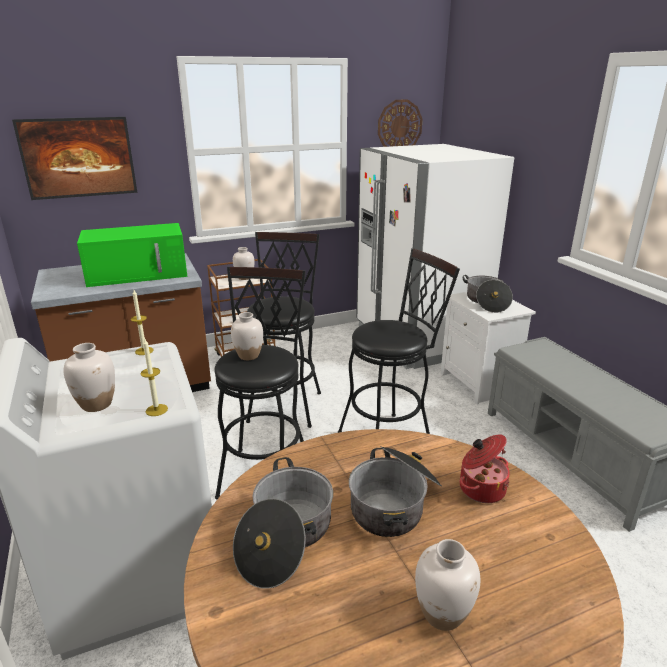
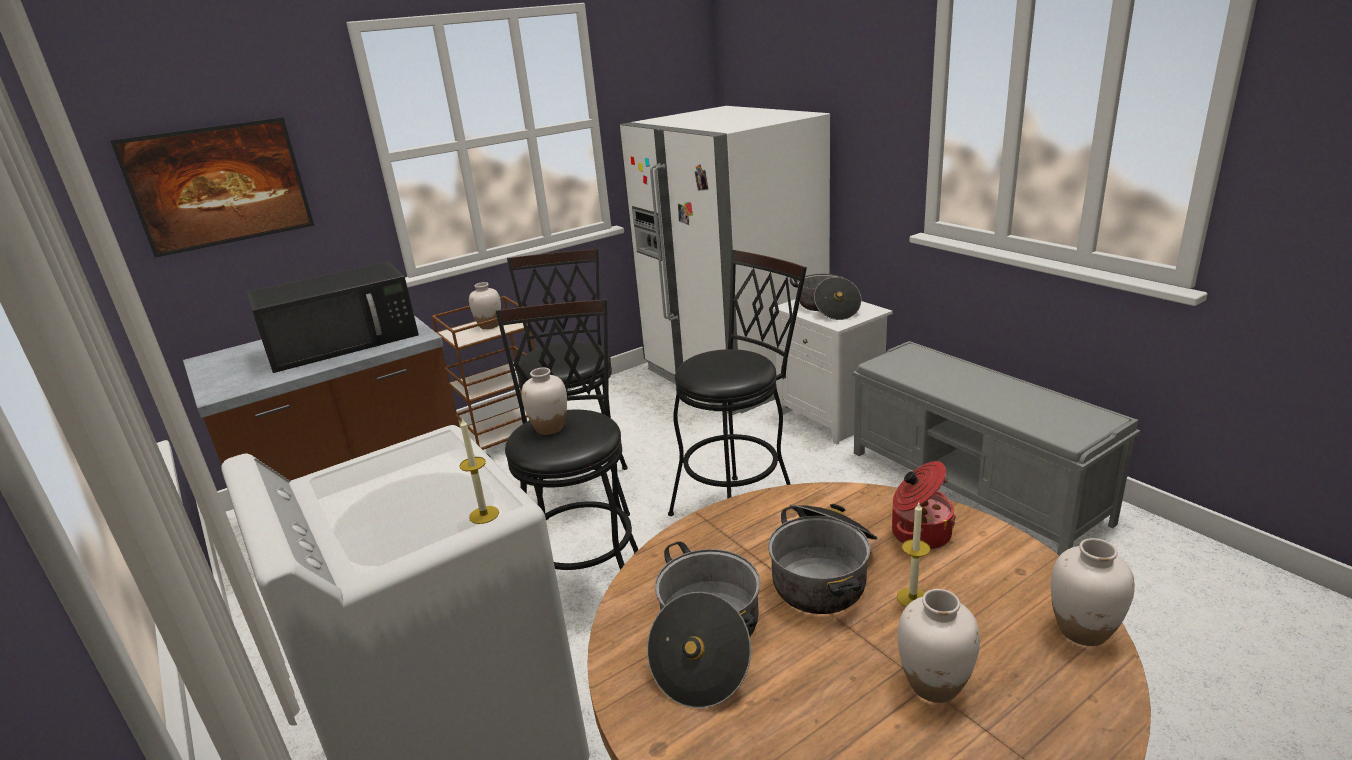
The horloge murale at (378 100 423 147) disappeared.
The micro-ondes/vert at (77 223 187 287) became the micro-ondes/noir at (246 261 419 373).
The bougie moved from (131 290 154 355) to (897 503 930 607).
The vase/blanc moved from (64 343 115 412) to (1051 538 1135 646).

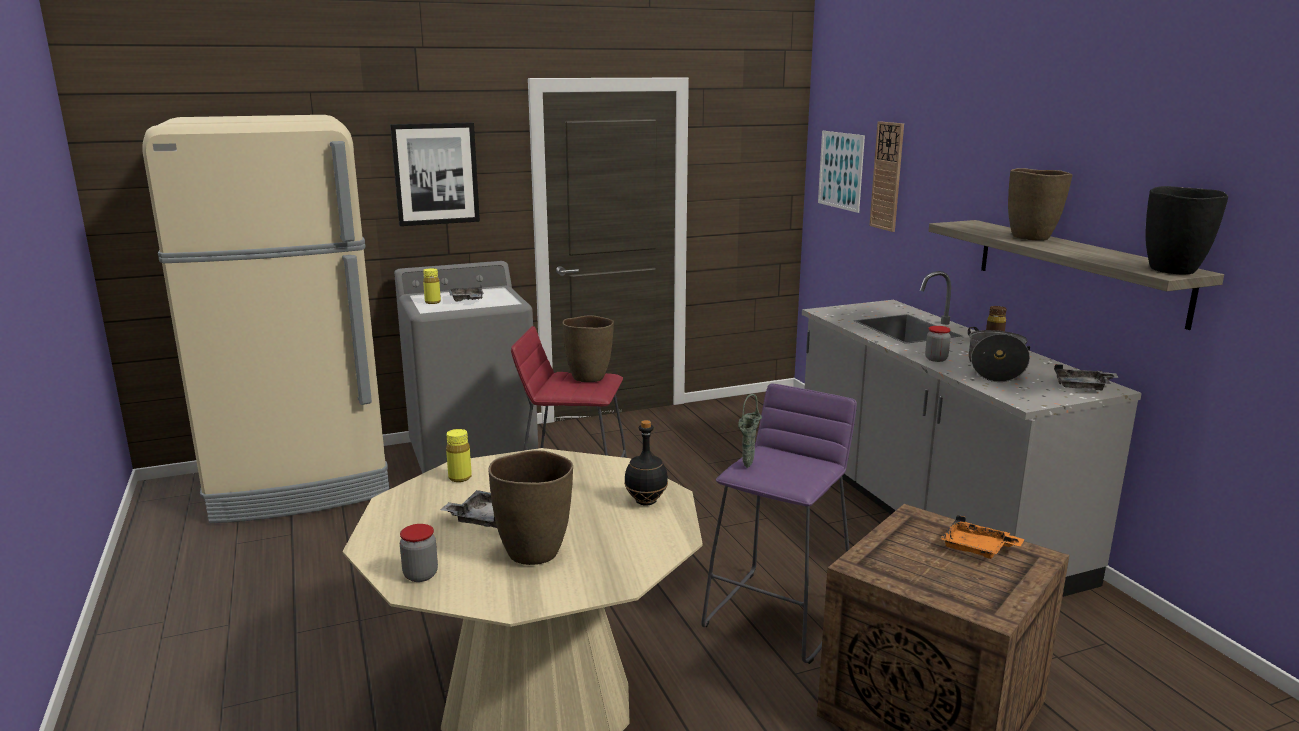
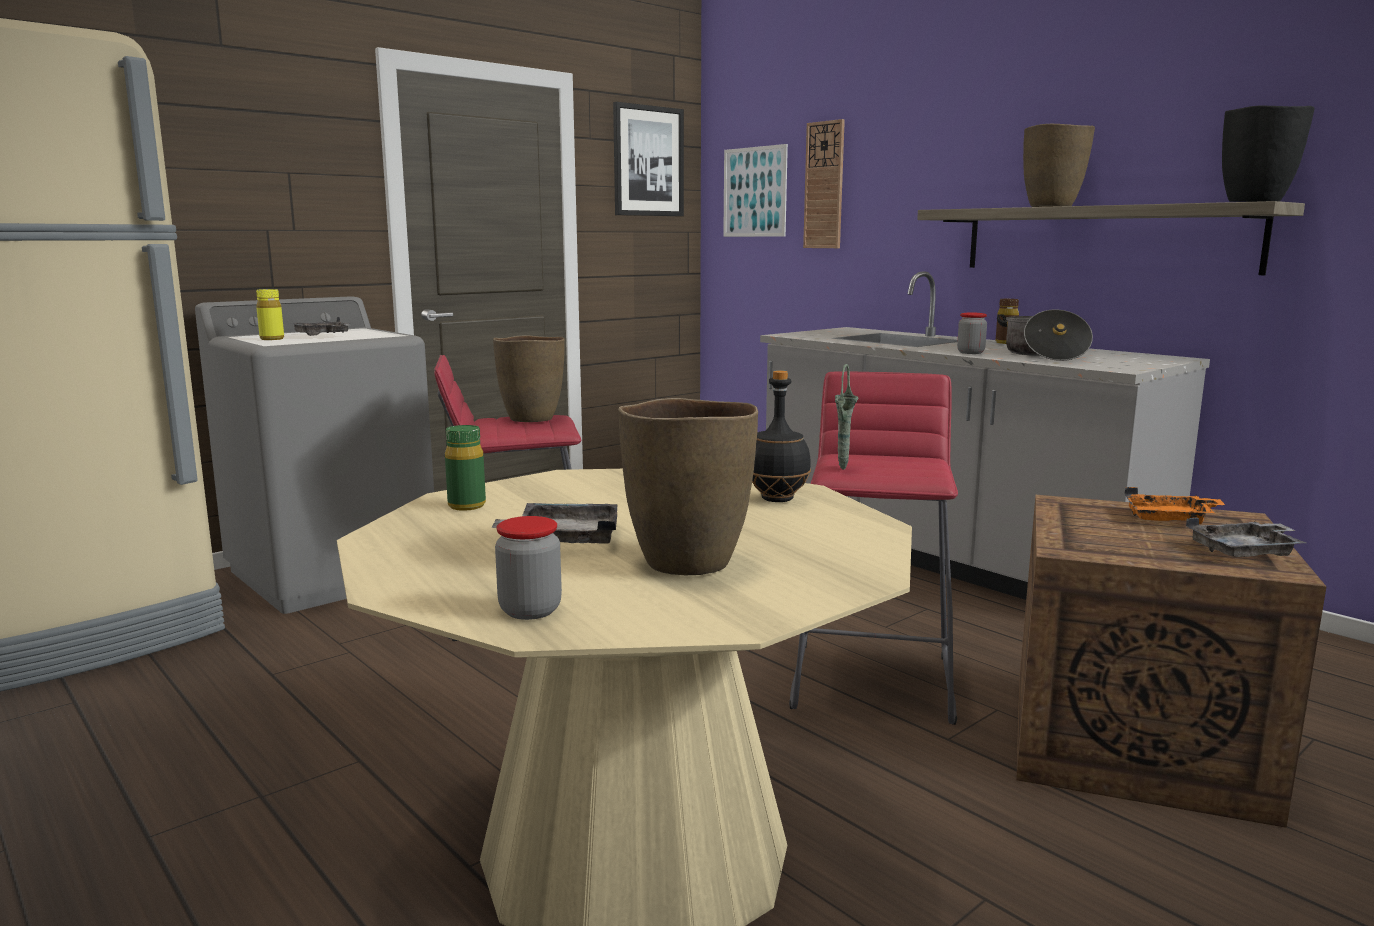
The tableau moved from (390 122 480 226) to (613 102 684 216).
The plateau/gris moved from (1054 364 1119 391) to (1186 518 1307 557).
The tabouret/violet at (701 384 857 664) became the tabouret/rouge at (789 371 958 725).
The bouteille/jaune at (446 429 472 482) became the bouteille/vert at (445 425 486 511).

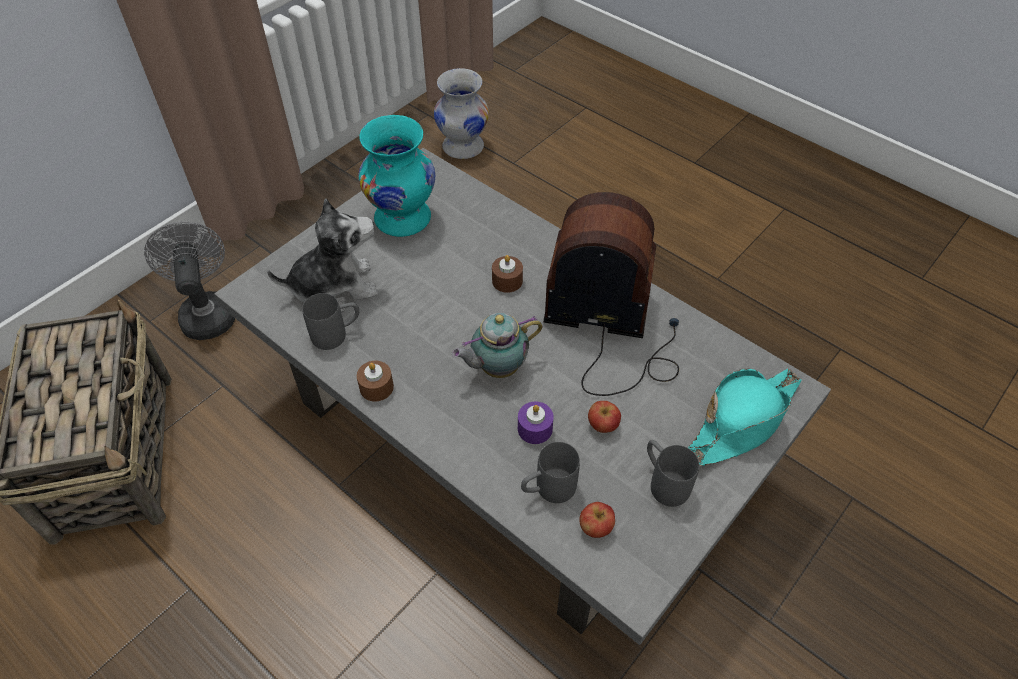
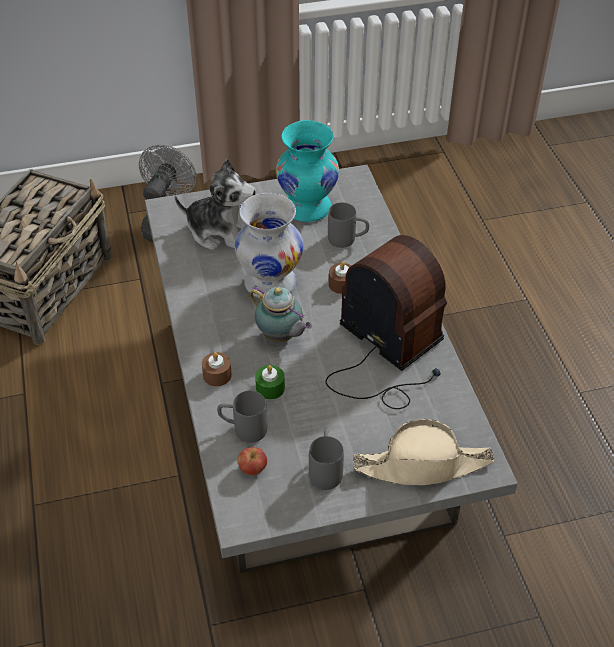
The vase/blanc moved from (434 68 489 159) to (235 193 303 298).
The mug/gris moved from (302 293 359 350) to (328 203 369 248).
The théière at (452 313 543 378) turned 150 degrees counterclockwise.
The bougie/marron moved from (357 361 394 401) to (202 352 232 386).
The chapeau/turquoise at (688 369 802 466) became the chapeau/beige at (353 419 495 485).
The bougie/violet at (518 401 554 444) became the bougie/vert at (255 365 285 400).
The pomme at (588 401 621 433) disappeared.

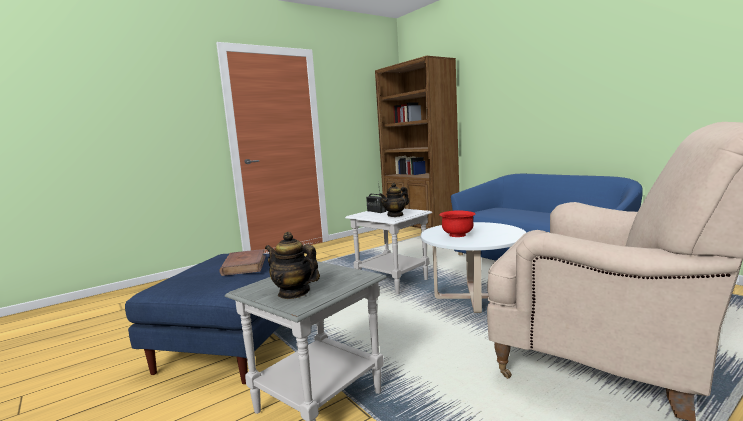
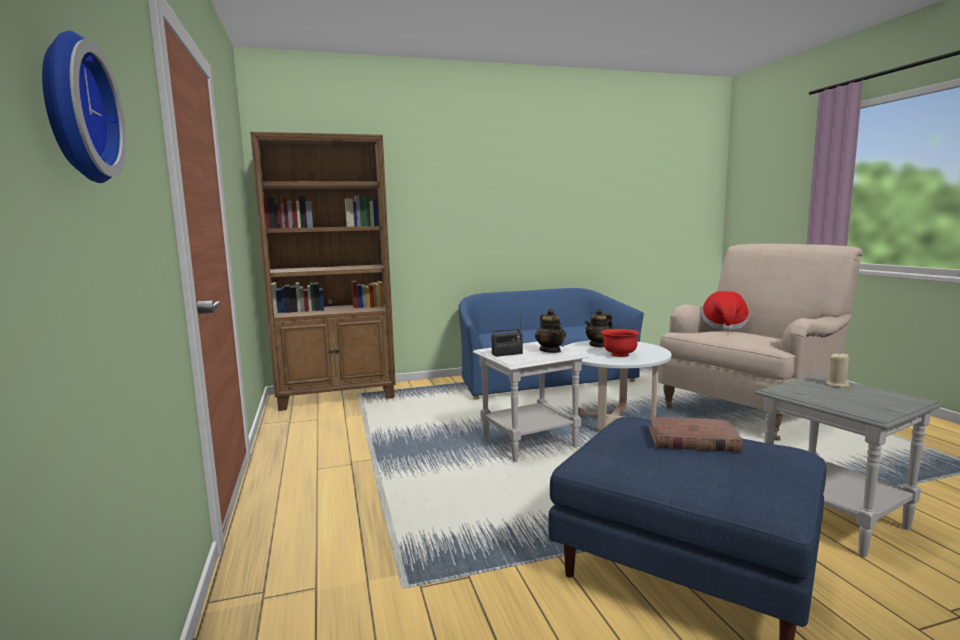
The théière moved from (265 232 320 299) to (585 309 612 347).
The horloge murale at (42 31 126 183) appeared.
The chapeau at (701 291 749 331) appeared.
The bougie/beige at (826 352 849 387) appeared.

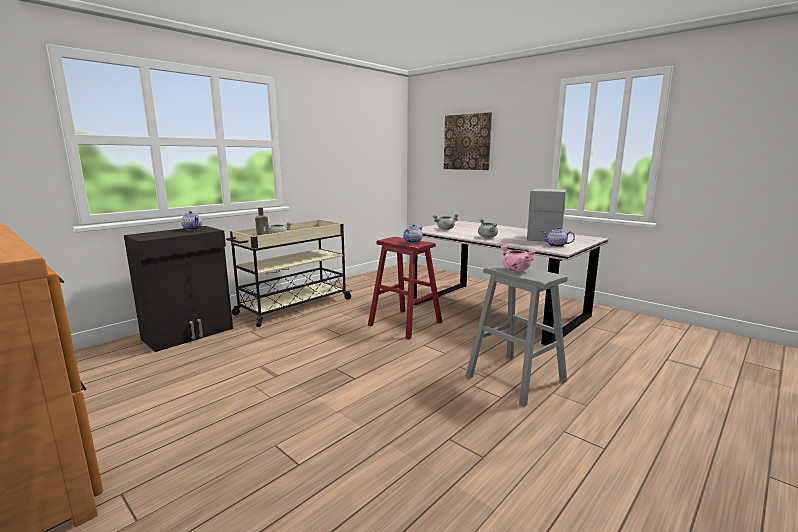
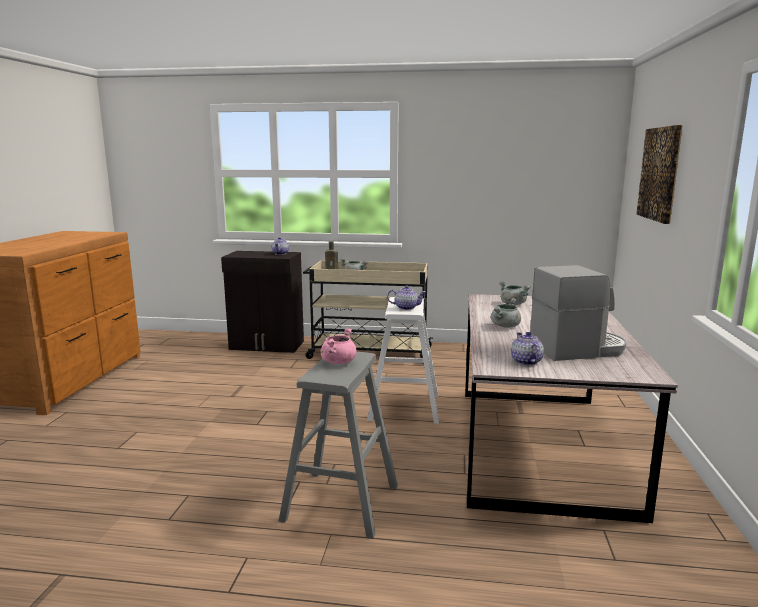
The tabouret/rouge at (368 237 442 340) became the tabouret/blanc at (367 297 439 424).

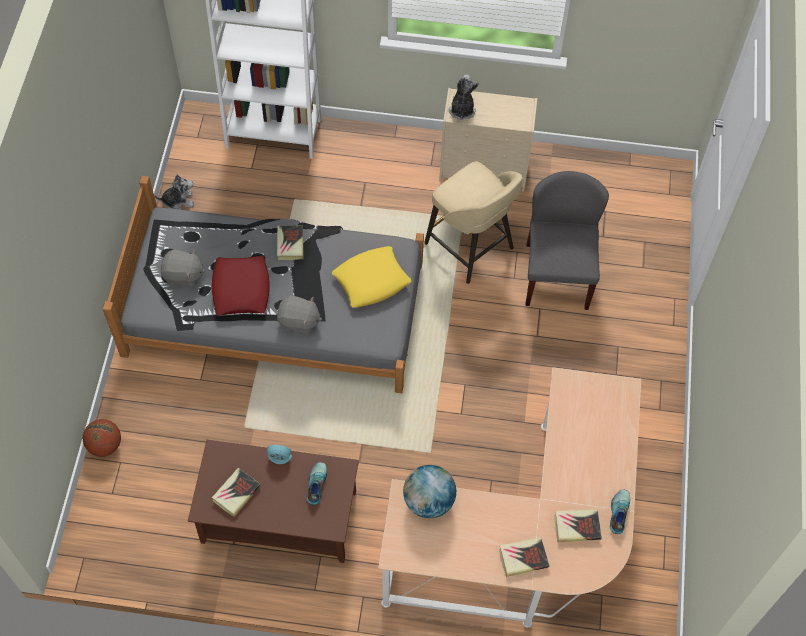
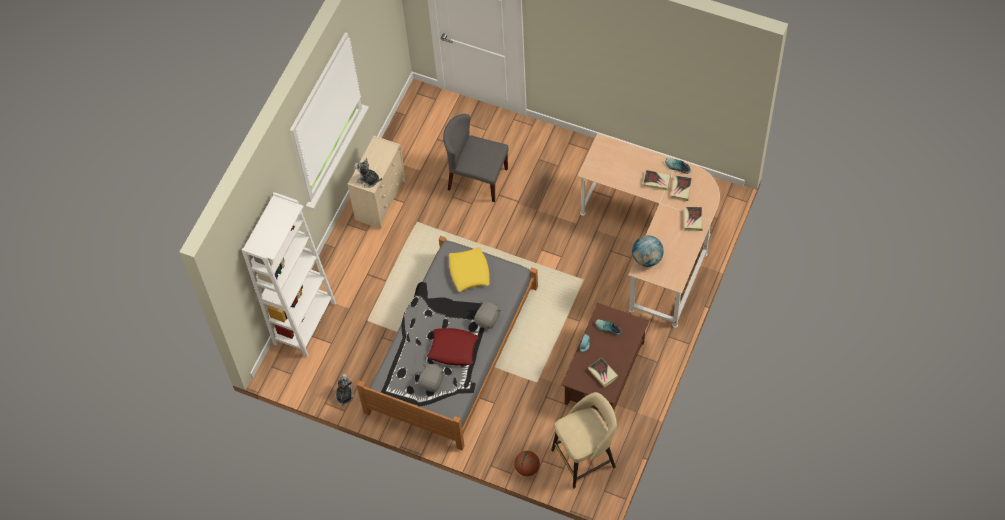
The tabouret/beige moved from (424 162 523 284) to (551 392 617 489).
The livre moved from (277 225 304 260) to (643 170 671 191).

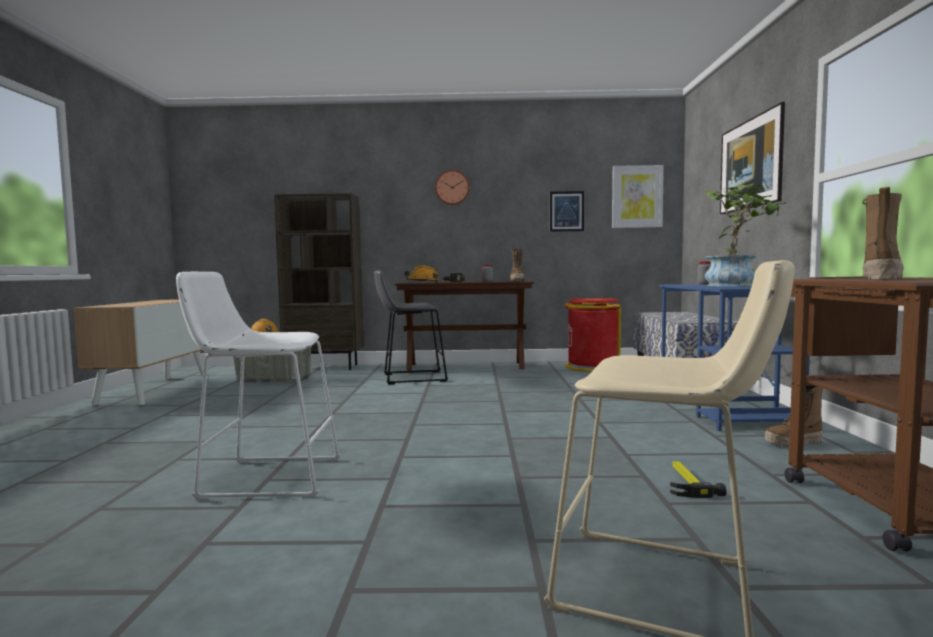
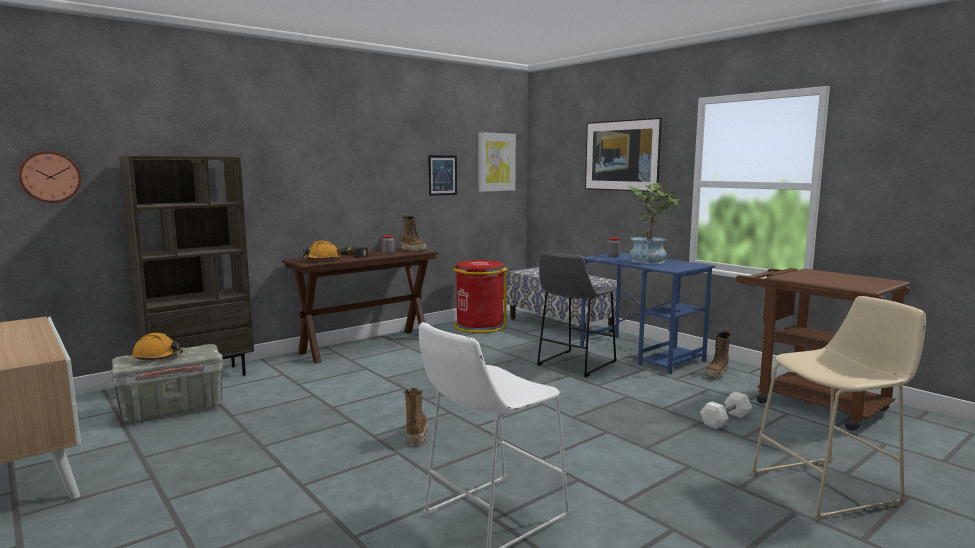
The horloge murale moved from (435 170 469 205) to (18 151 81 203).
The botte moved from (862 187 904 280) to (403 388 428 447).
The tabouret/gris moved from (374 270 448 385) to (537 252 617 377).
The marteau at (670 461 726 498) was replaced by the haltère/blanc at (700 391 752 429).

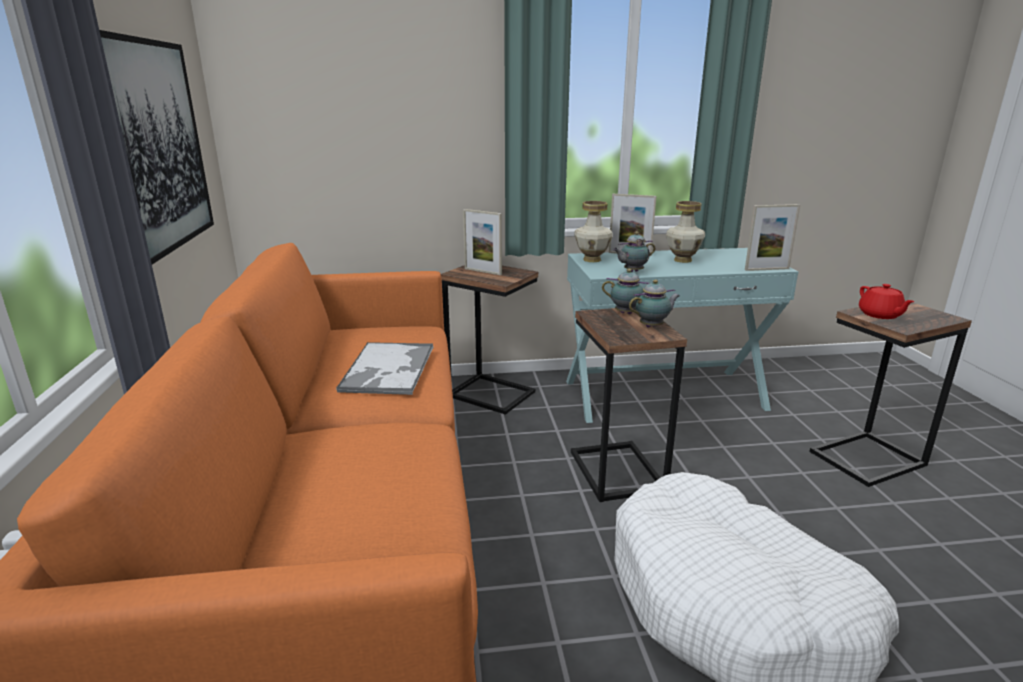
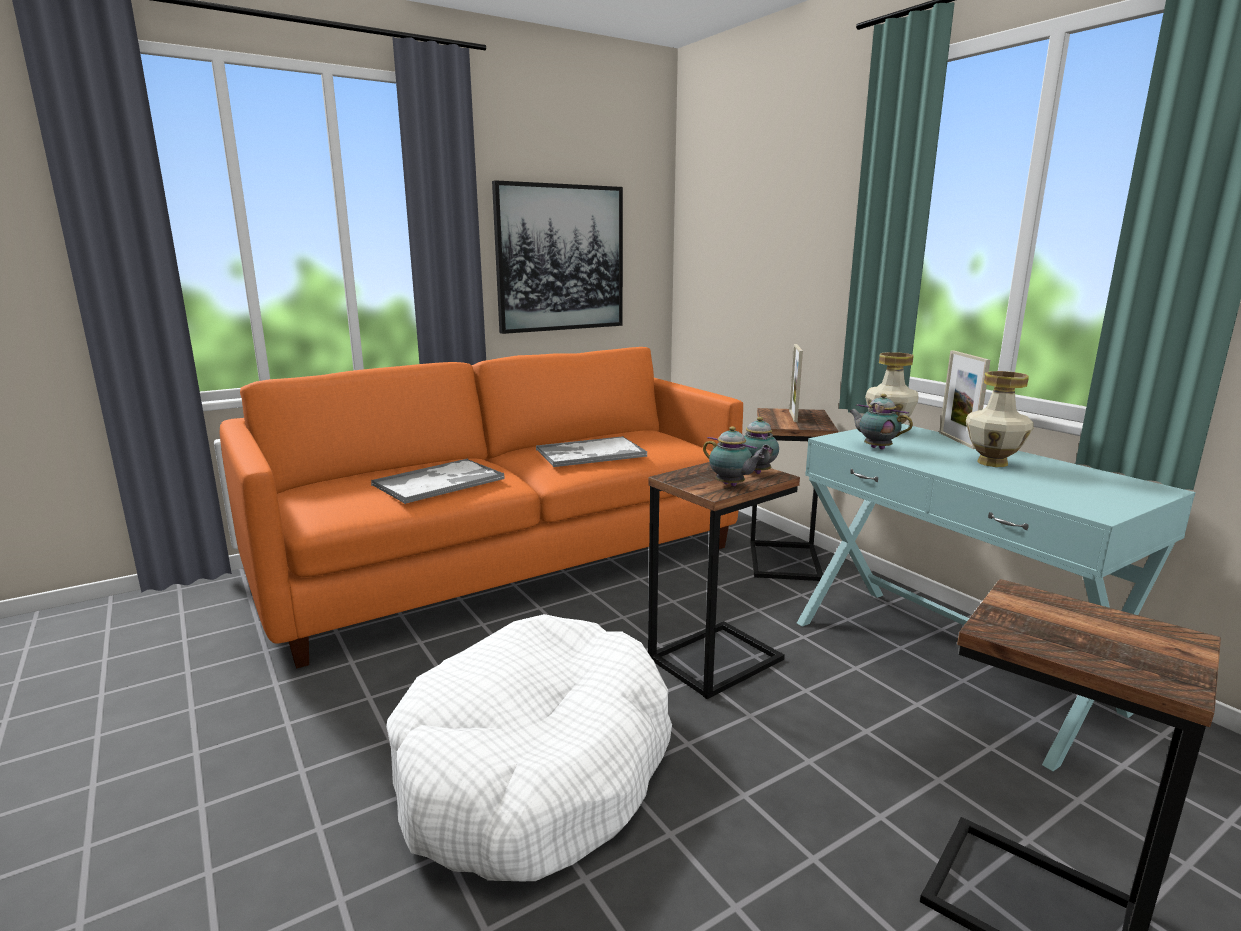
The cadre photo at (745 204 800 271) disappeared.
The théière/rouge at (859 284 914 319) disappeared.
The plateau at (371 458 505 504) appeared.

